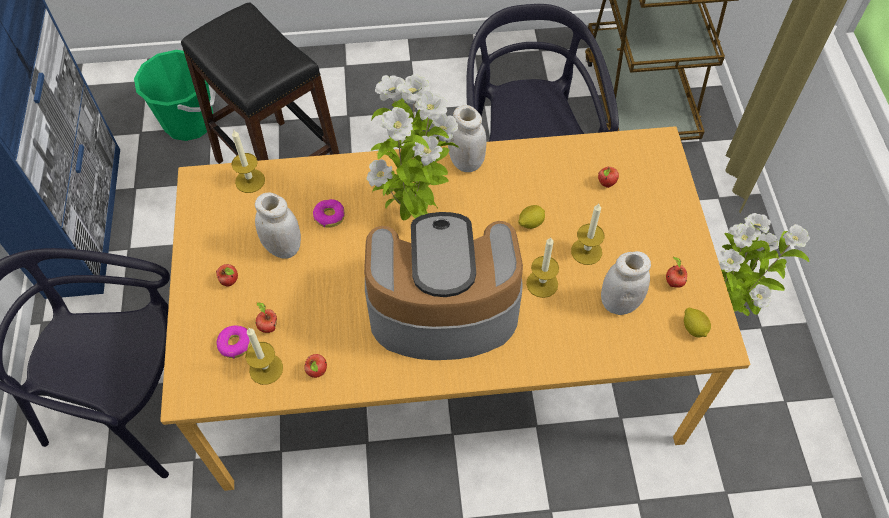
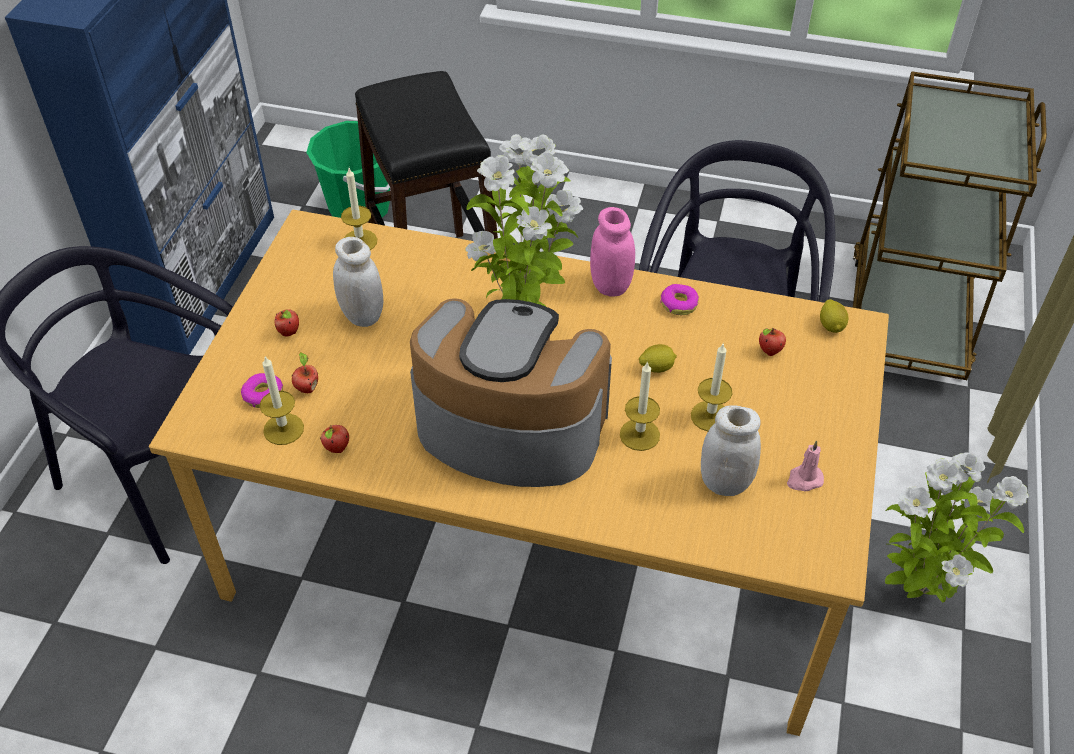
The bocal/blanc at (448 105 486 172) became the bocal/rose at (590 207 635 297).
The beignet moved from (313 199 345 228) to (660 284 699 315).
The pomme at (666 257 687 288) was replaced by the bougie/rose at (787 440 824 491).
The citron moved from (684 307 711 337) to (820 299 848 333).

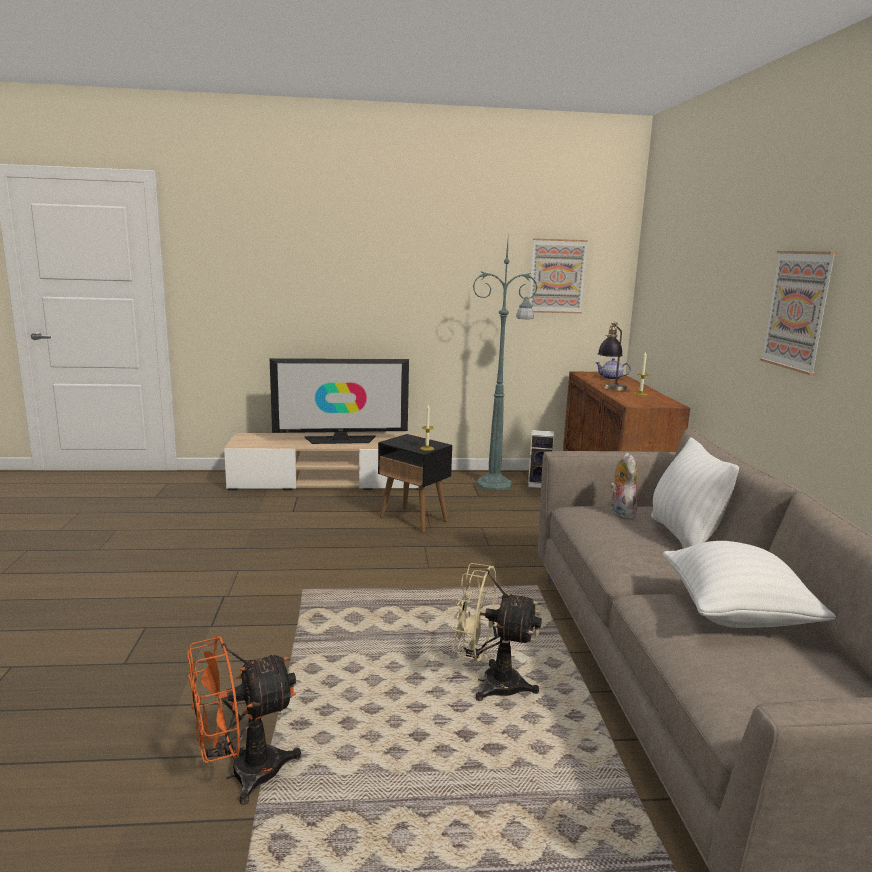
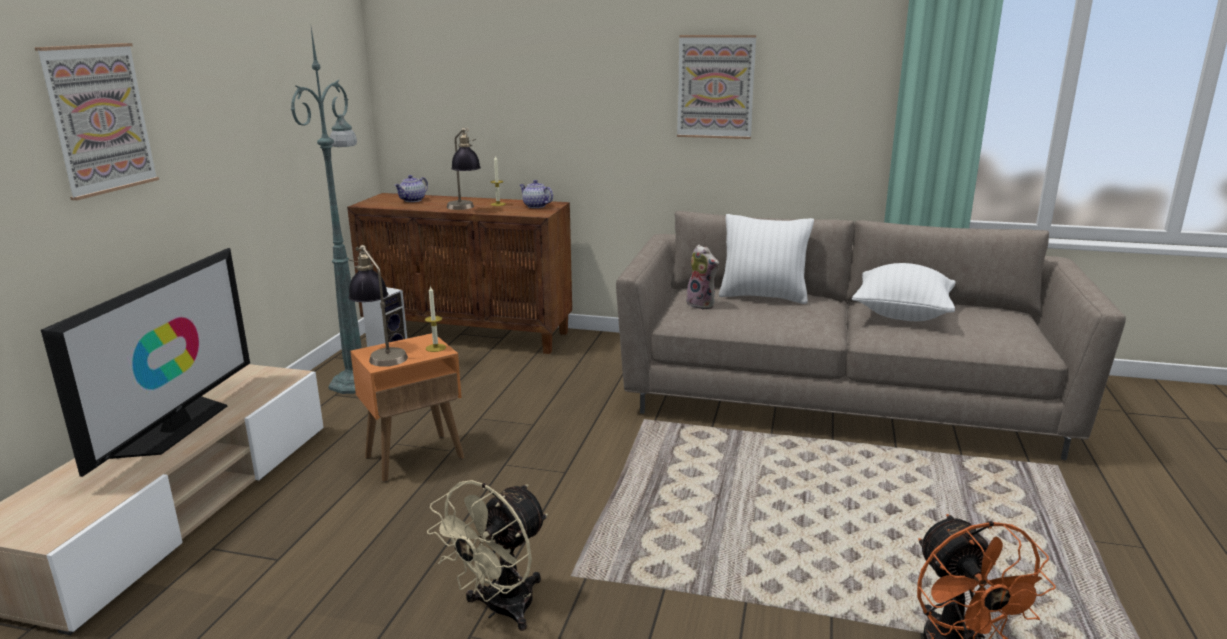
The tableau moved from (529 238 588 314) to (35 43 159 200).
The table d'appoint/noir at (378 434 452 533) became the table d'appoint/orange at (350 333 464 482).
The peluche at (610 452 637 519) turned 150 degrees counterclockwise.
The ventilateur/beige moved from (452 563 542 701) to (427 480 548 631).
The théière at (520 180 553 208) appeared.
The lampe de table at (348 245 408 367) appeared.

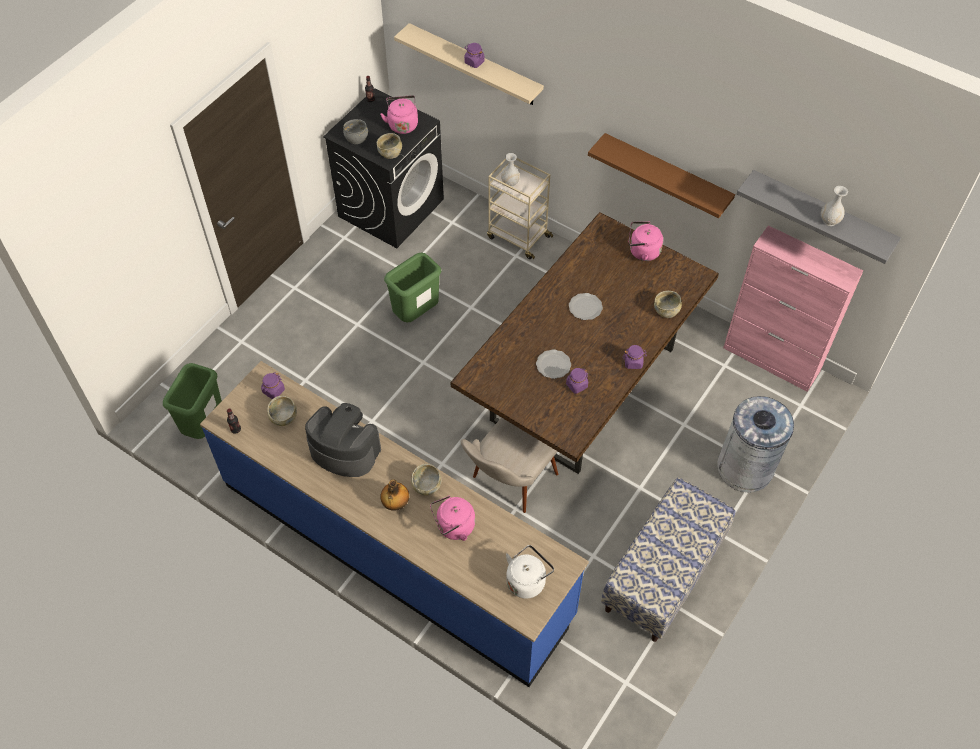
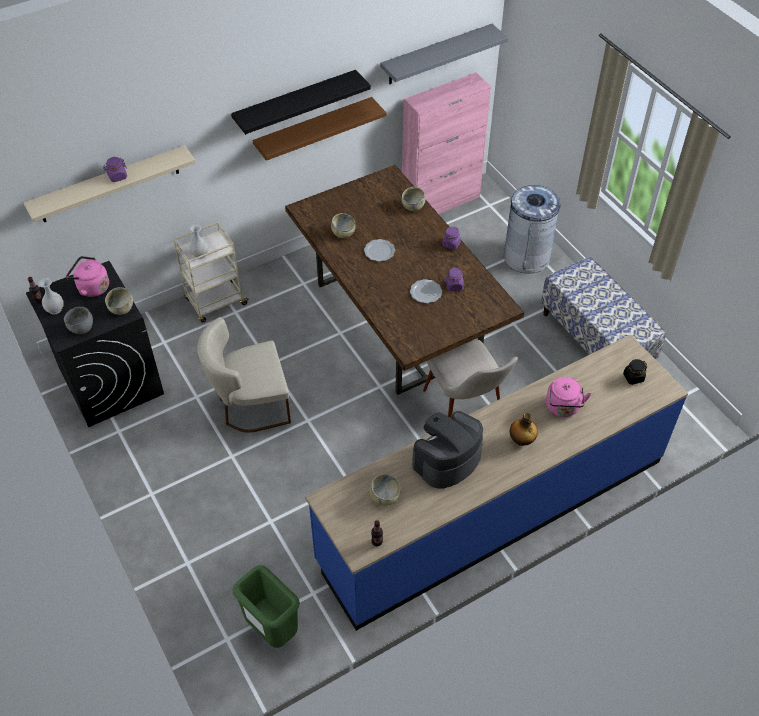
The vase/blanc moved from (821 186 848 226) to (39 278 64 315).
The bouilloire/rose at (629 221 663 261) disappeared.
The poubelle/vert at (384 252 441 323) was replaced by the chaise/beige at (197 317 291 433).
The bocal/violet at (261 372 285 399) disappeared.
The bol/beige moved from (411 464 441 495) to (331 213 355 238).
The bouilloire/blanc at (506 545 554 599) was replaced by the bocal/noir at (623 359 647 385).
The étagère/noir at (231 70 371 135) appeared.

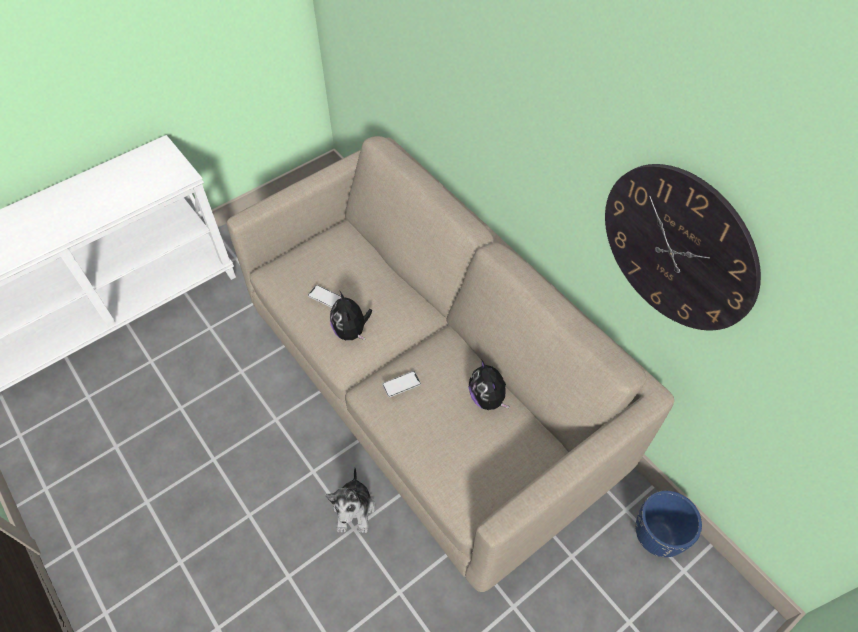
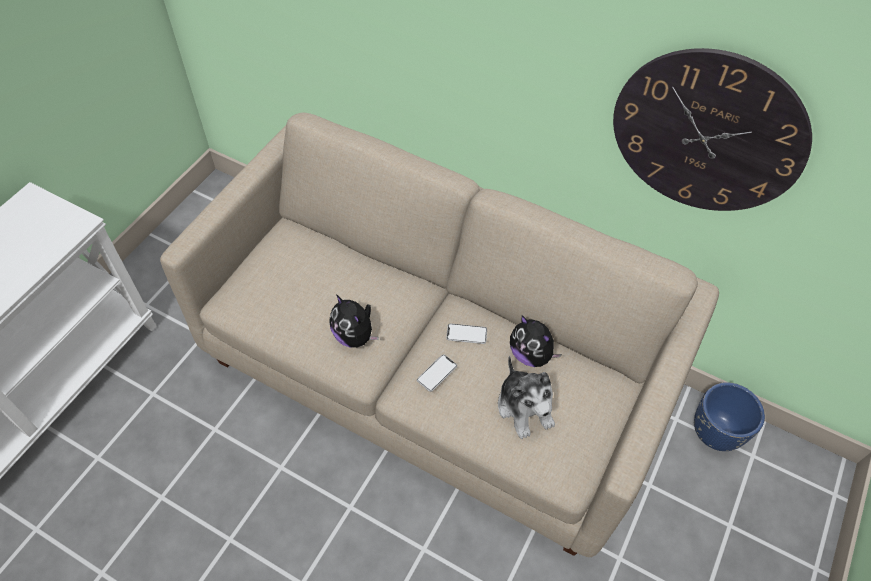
The téléphone moved from (308 285 341 308) to (446 323 487 344).
The peluche moved from (326 467 375 533) to (498 356 555 439).

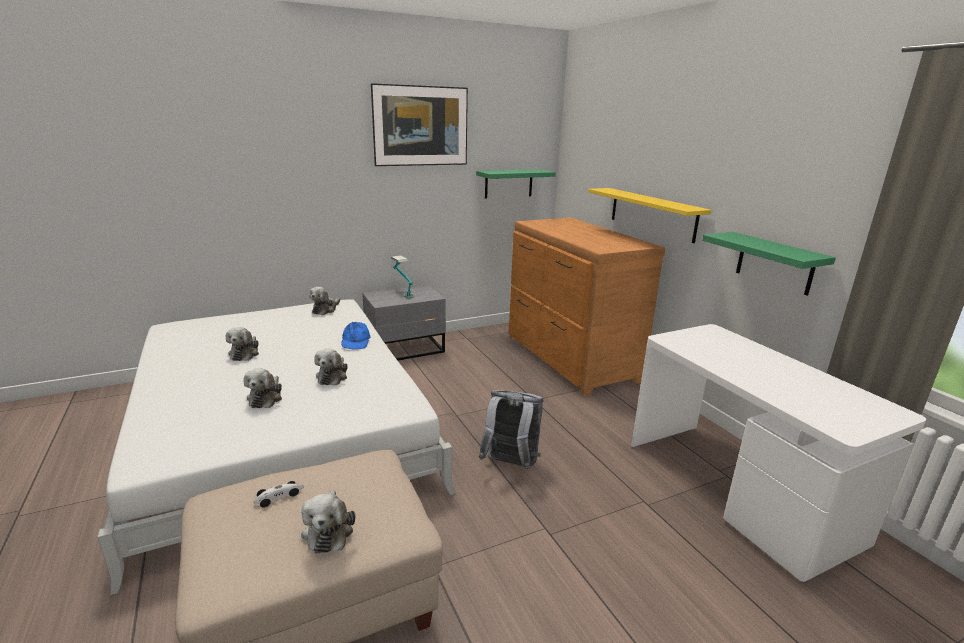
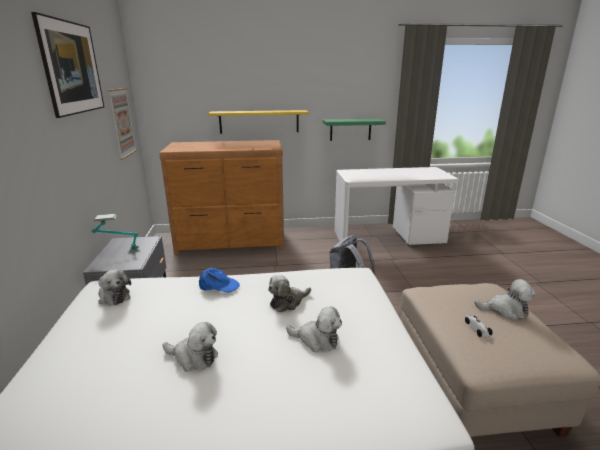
The étagère/vert at (476 169 556 199) was replaced by the tableau at (108 88 137 160).
The peluche at (314 349 348 385) turned 120 degrees clockwise.

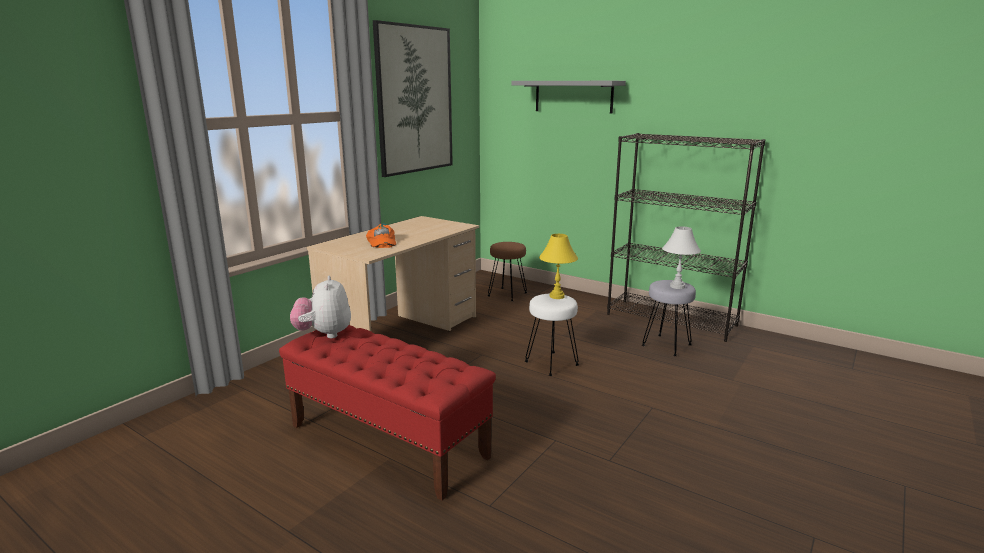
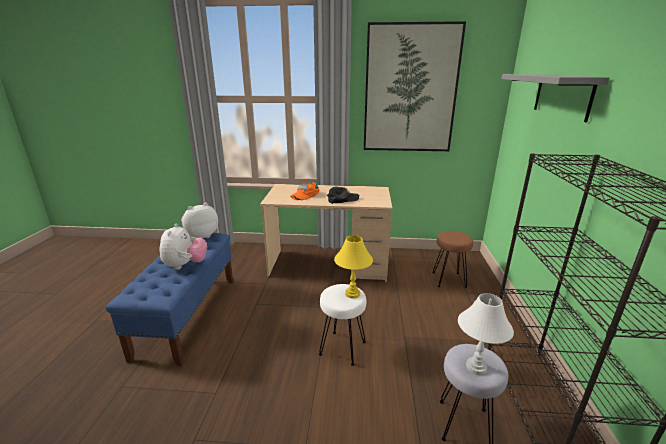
The banc/rouge at (279 325 496 500) became the banc/bleu at (106 233 233 366).
The casquette/noir at (327 187 360 204) appeared.
The peluche at (160 223 207 270) appeared.

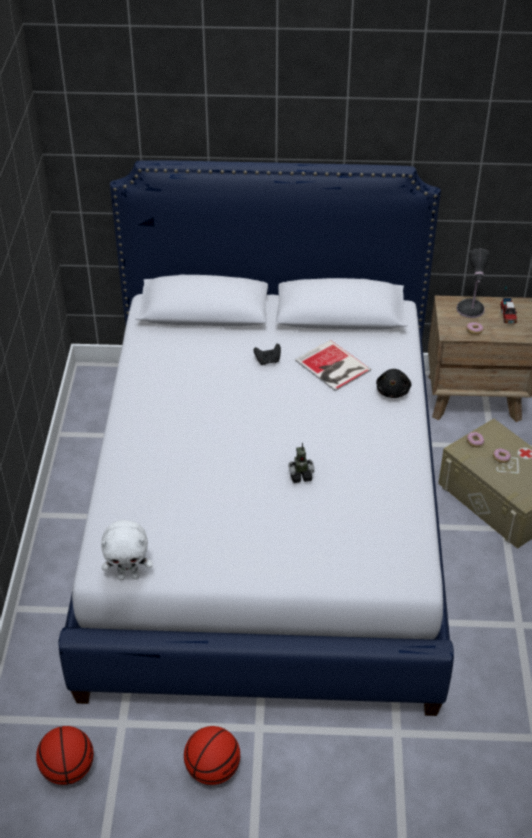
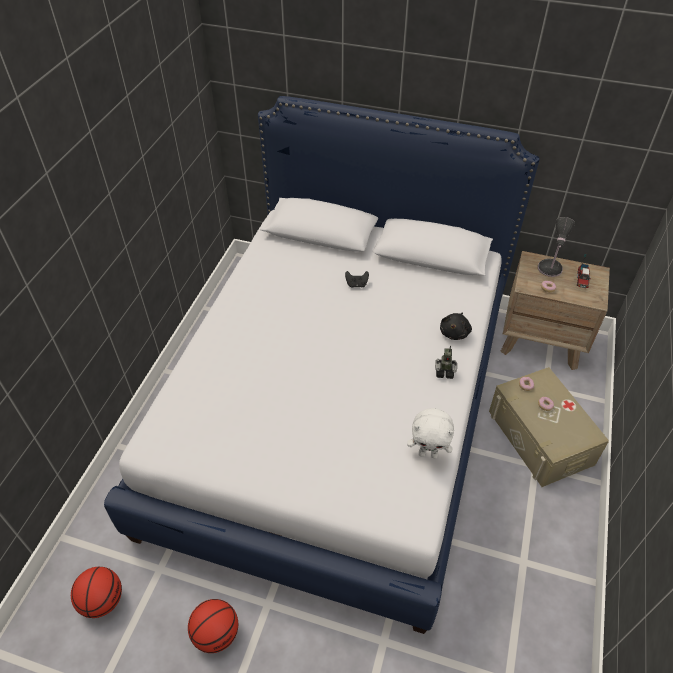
The livre at (295 340 371 391) disappeared.
The robot jouet moved from (288 443 314 483) to (435 346 457 379).
The peluche/blanc moved from (101 520 153 580) to (407 408 454 459).

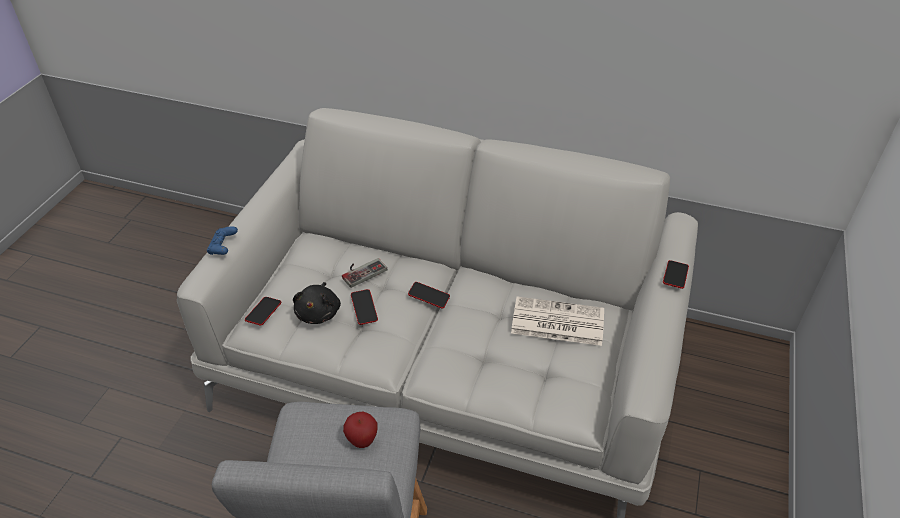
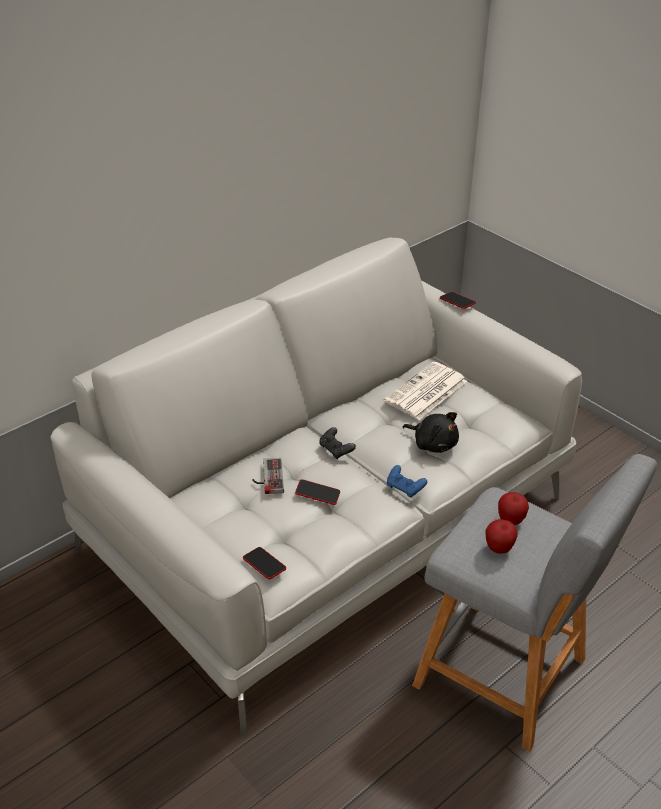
The manette/bleu moved from (207 226 238 255) to (387 465 427 498).
The peluche/noir moved from (293 282 341 324) to (402 412 459 453).
The téléphone at (408 282 450 308) was replaced by the manette/noir at (319 427 356 459).
The pomme at (486 519 518 554) appeared.

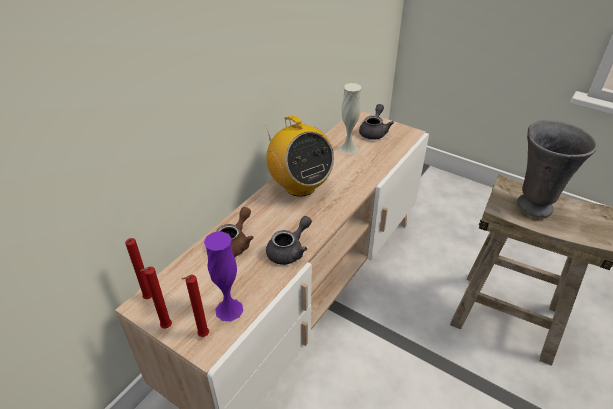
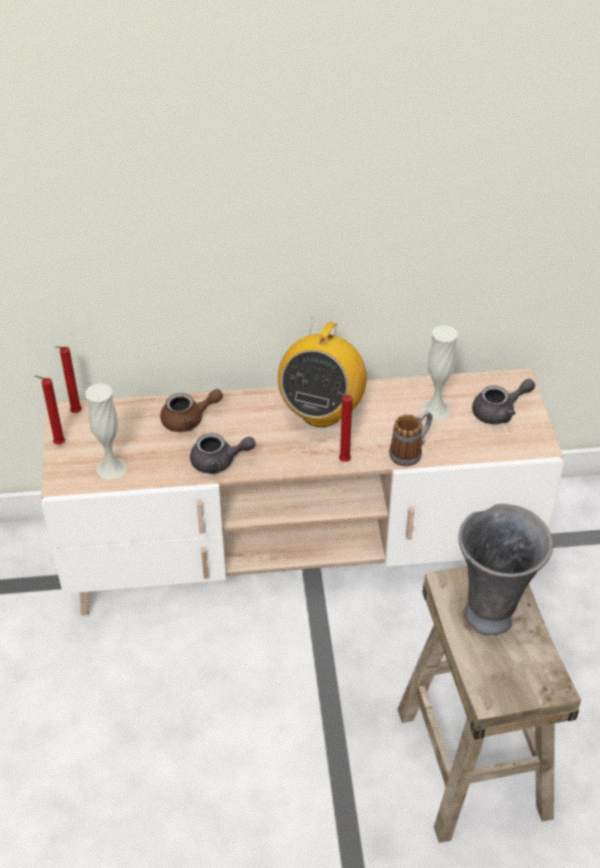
The vase/violet at (204 231 243 321) became the vase/blanc at (85 383 127 480).
The bougie/rouge moved from (182 275 209 337) to (337 392 352 462).
The mug at (389 411 432 466) appeared.

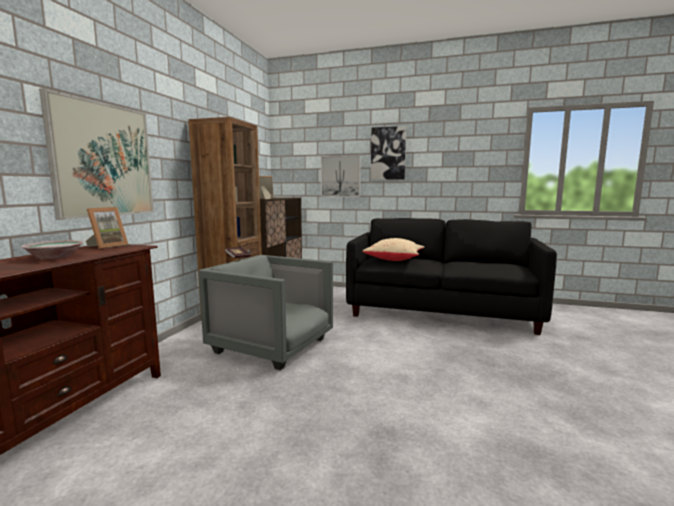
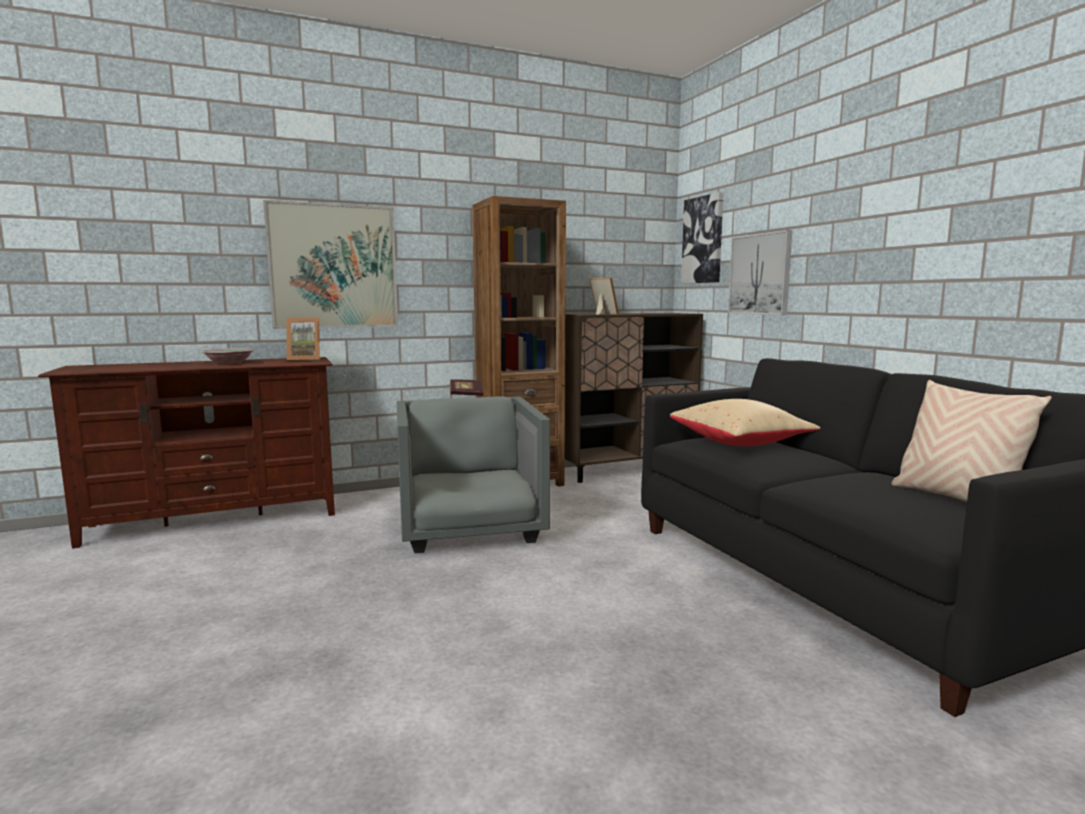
The tableau moved from (371 126 406 180) to (681 192 724 283).
The coussin/beige at (891 380 1052 502) appeared.

